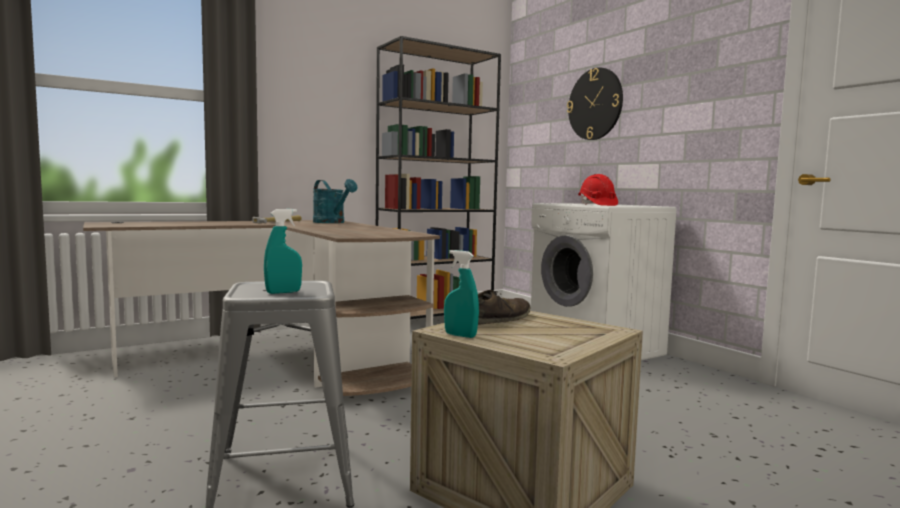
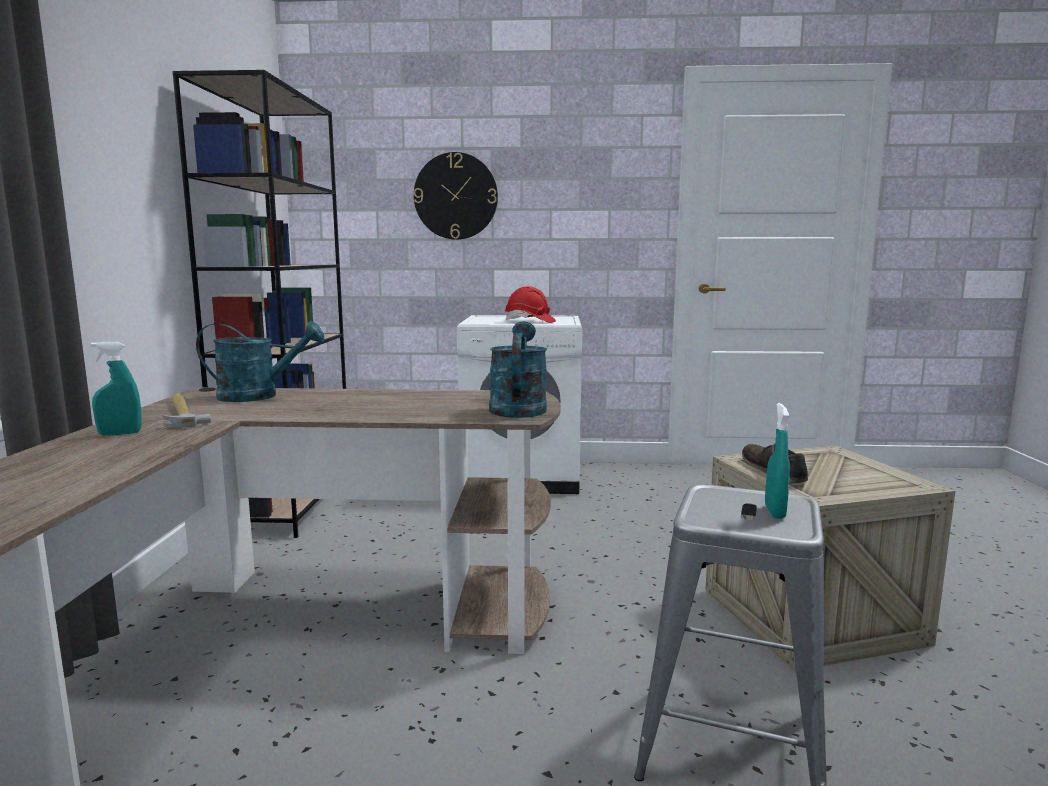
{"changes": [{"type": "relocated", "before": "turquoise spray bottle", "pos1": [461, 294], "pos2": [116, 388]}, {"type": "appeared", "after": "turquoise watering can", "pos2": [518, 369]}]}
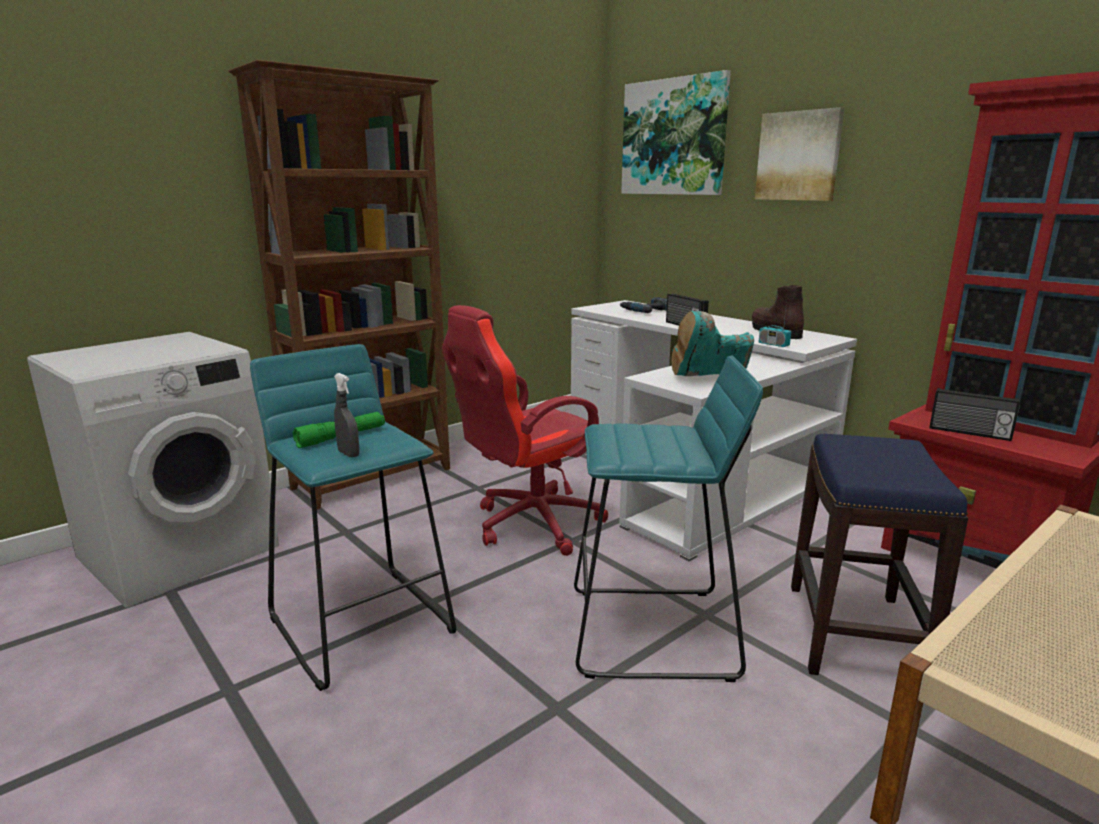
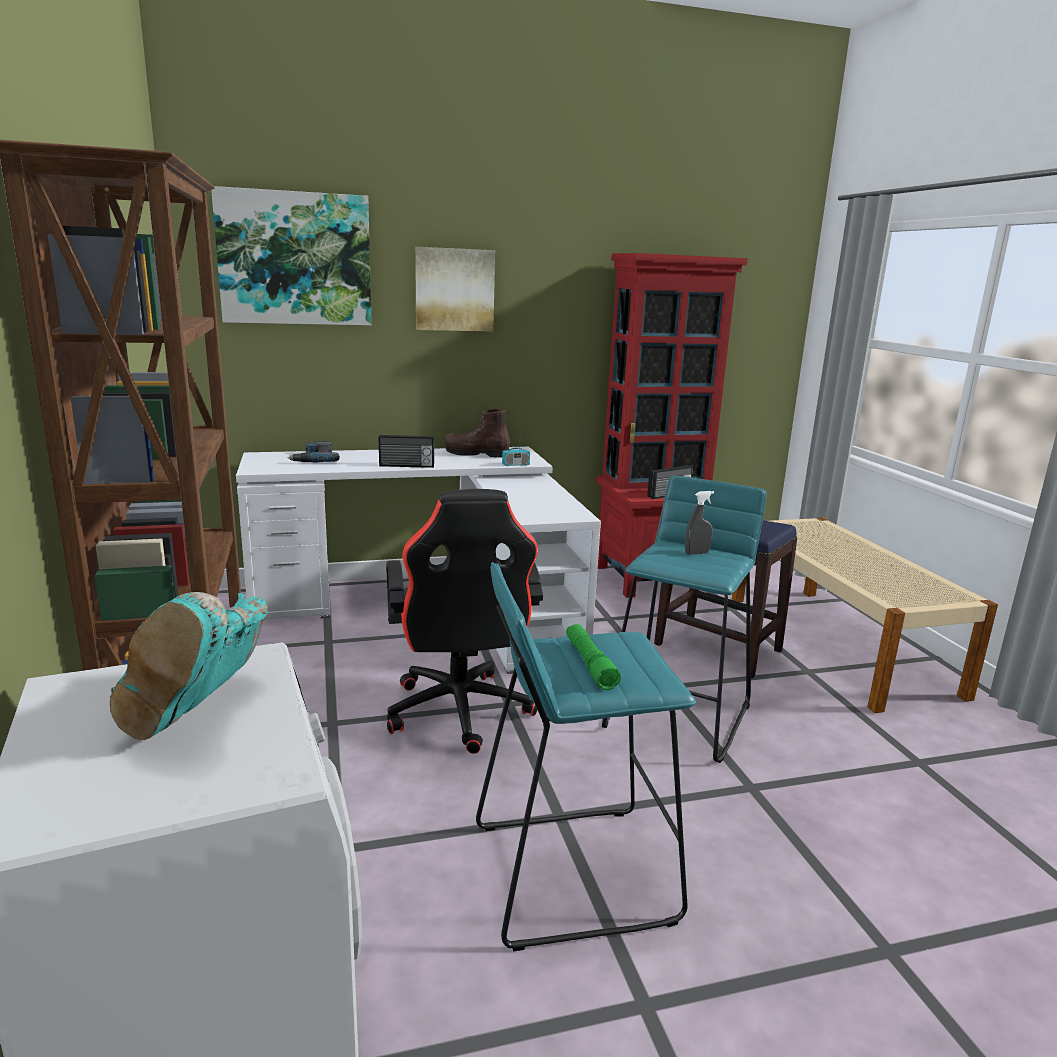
{"changes": [{"type": "relocated", "before": "grey spray bottle", "pos1": [346, 415], "pos2": [699, 523]}, {"type": "colour", "before": "red office chair", "after": "black office chair", "pos1": [525, 430], "pos2": [464, 621]}, {"type": "relocated", "before": "turquoise boot", "pos1": [712, 343], "pos2": [189, 666]}]}
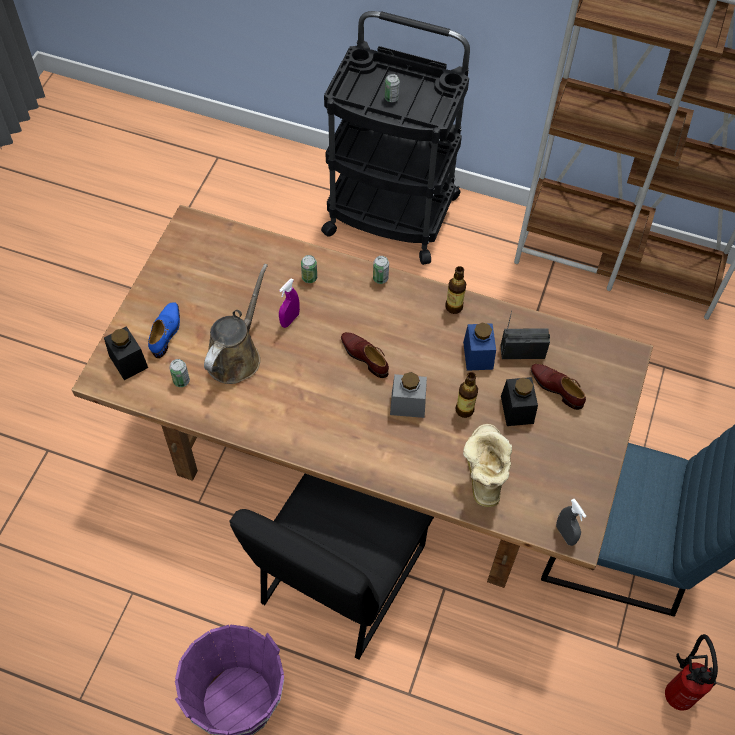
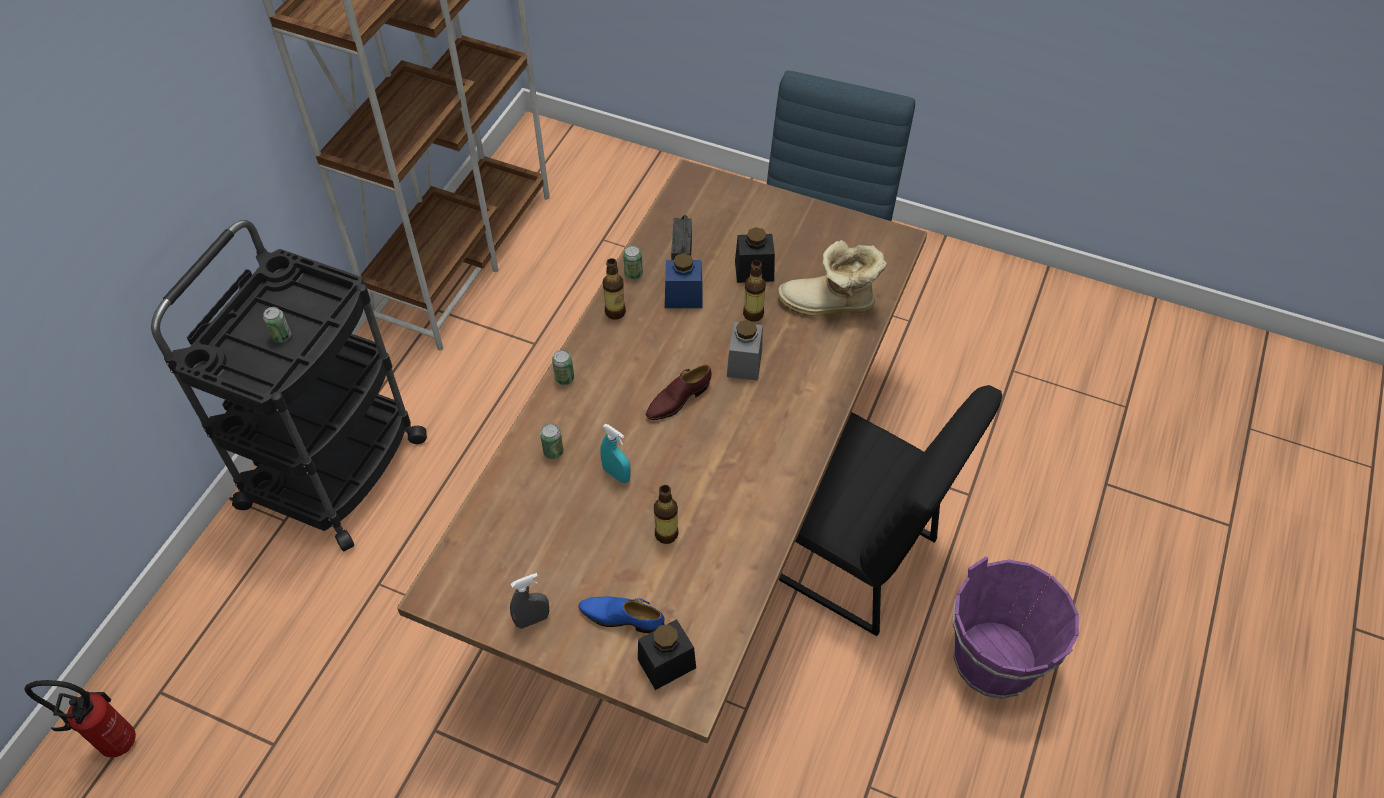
{"changes": [{"type": "relocated", "before": "can", "pos1": [179, 373], "pos2": [633, 262]}, {"type": "exchanged", "before": "brown watering can", "after": "bottle", "pos1": [236, 324], "pos2": [666, 514]}, {"type": "colour", "before": "purple spray bottle", "after": "turquoise spray bottle", "pos1": [289, 303], "pos2": [615, 453]}, {"type": "missing", "before": "brown shoe", "pos1": [558, 387]}, {"type": "relocated", "before": "grey spray bottle", "pos1": [571, 522], "pos2": [529, 601]}, {"type": "relocated", "before": "fire extinguisher", "pos1": [691, 672], "pos2": [80, 718]}]}
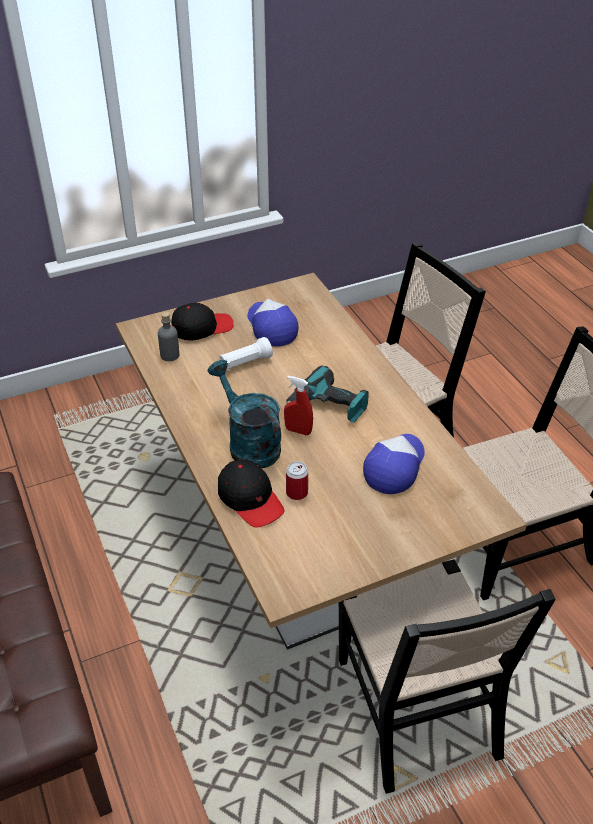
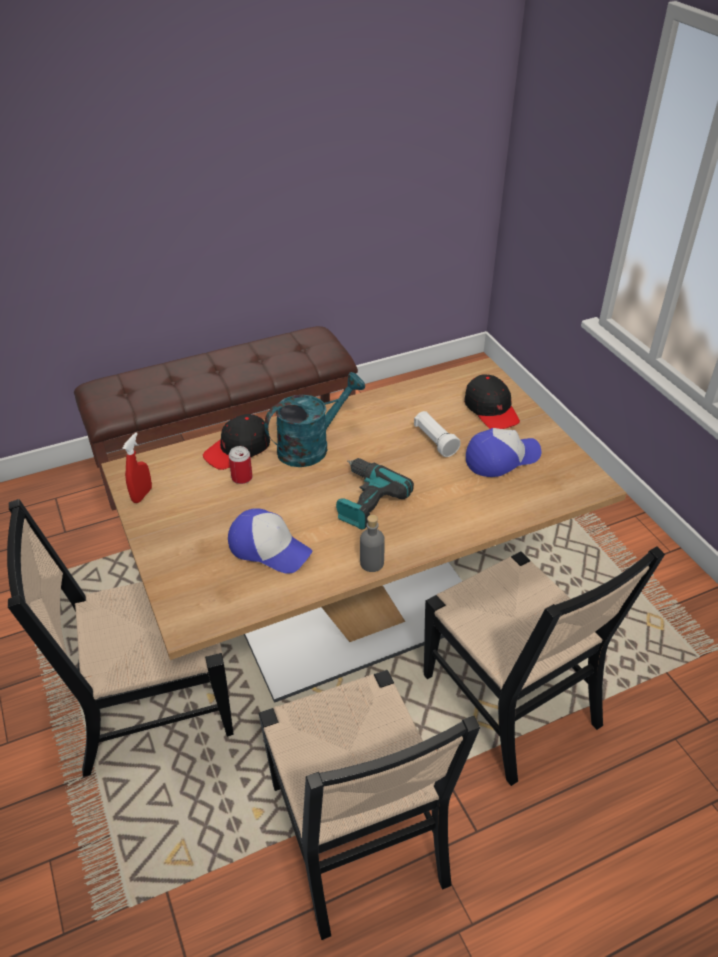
{"changes": [{"type": "relocated", "before": "grey bottle", "pos1": [168, 336], "pos2": [372, 543]}, {"type": "relocated", "before": "red spray bottle", "pos1": [298, 405], "pos2": [137, 468]}]}
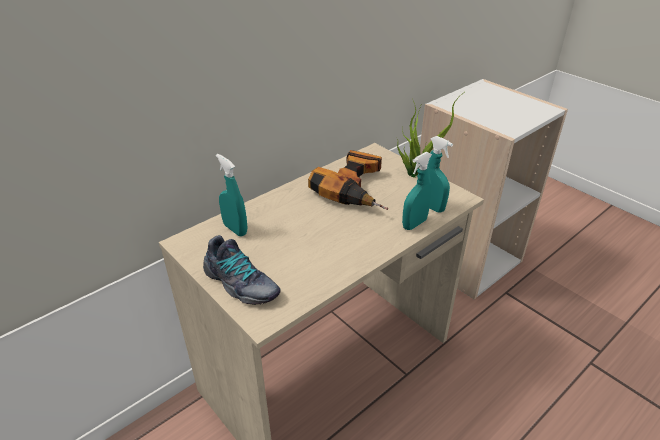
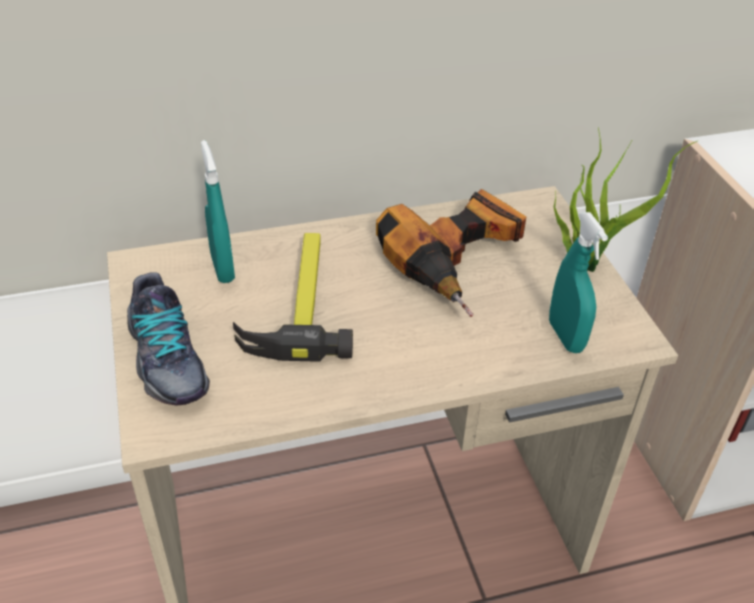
{"changes": [{"type": "missing", "before": "turquoise spray bottle", "pos1": [417, 191]}, {"type": "appeared", "after": "hammer", "pos2": [293, 297]}]}
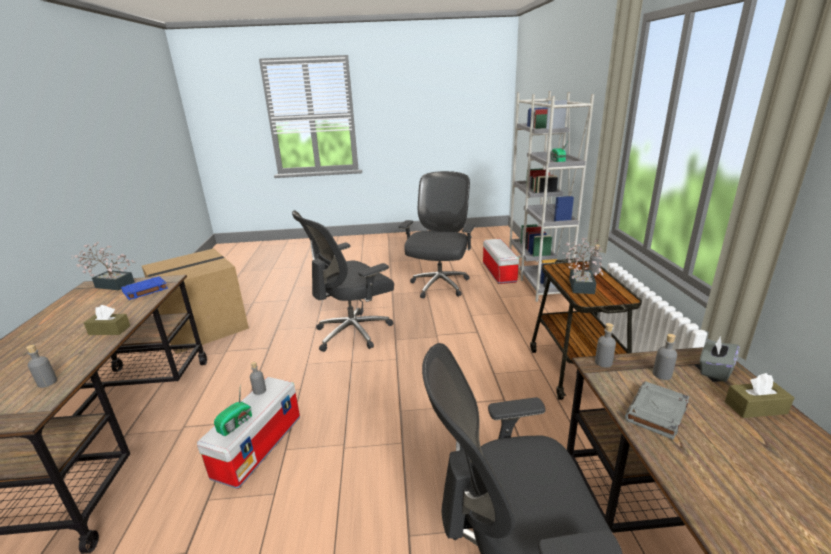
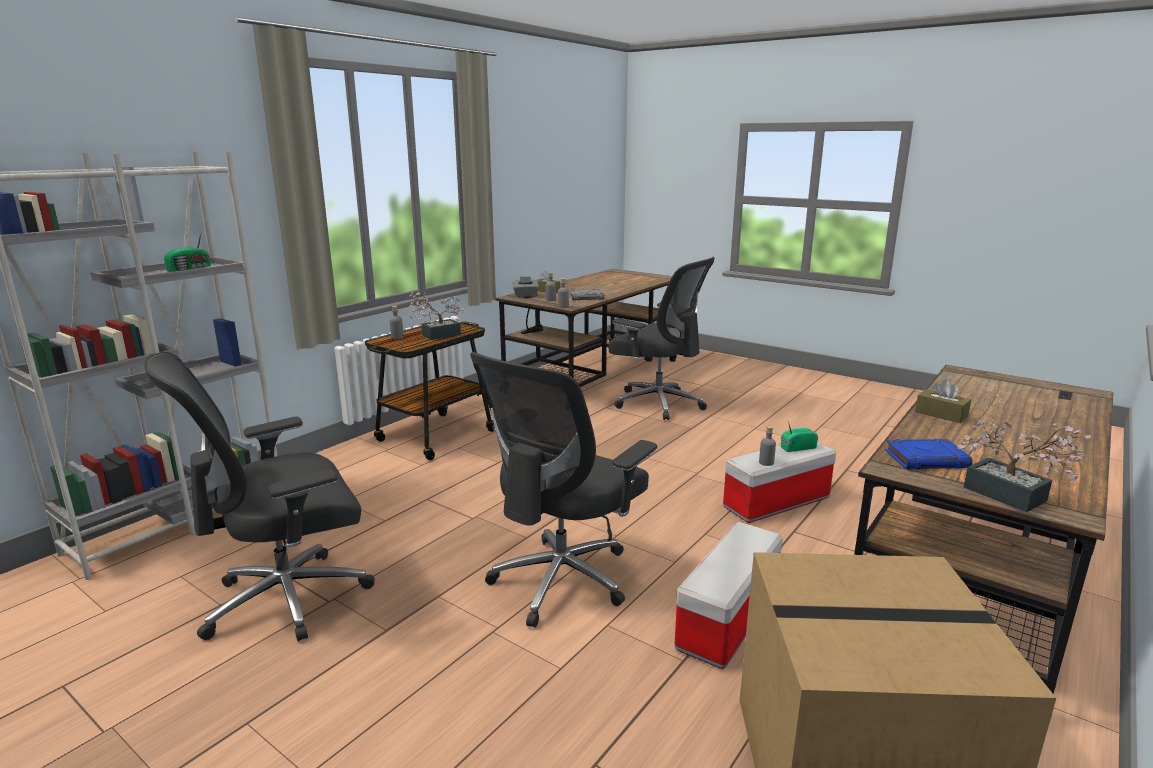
{"changes": [{"type": "missing", "before": "grey bottle", "pos1": [41, 366]}, {"type": "spun", "before": "office chair", "pos1": [343, 281], "pos2": [563, 489], "turn": 120}, {"type": "relocated", "before": "storage box", "pos1": [501, 261], "pos2": [728, 595]}]}
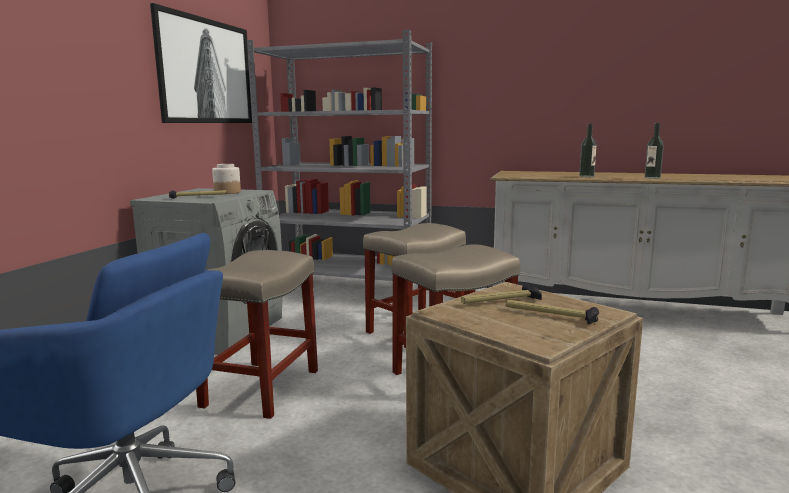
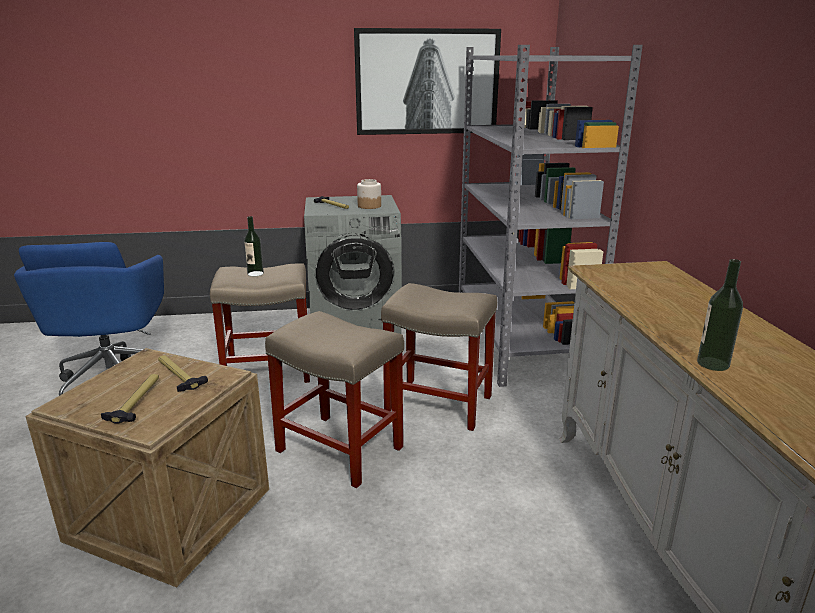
{"changes": [{"type": "relocated", "before": "bottle", "pos1": [587, 150], "pos2": [254, 246]}]}
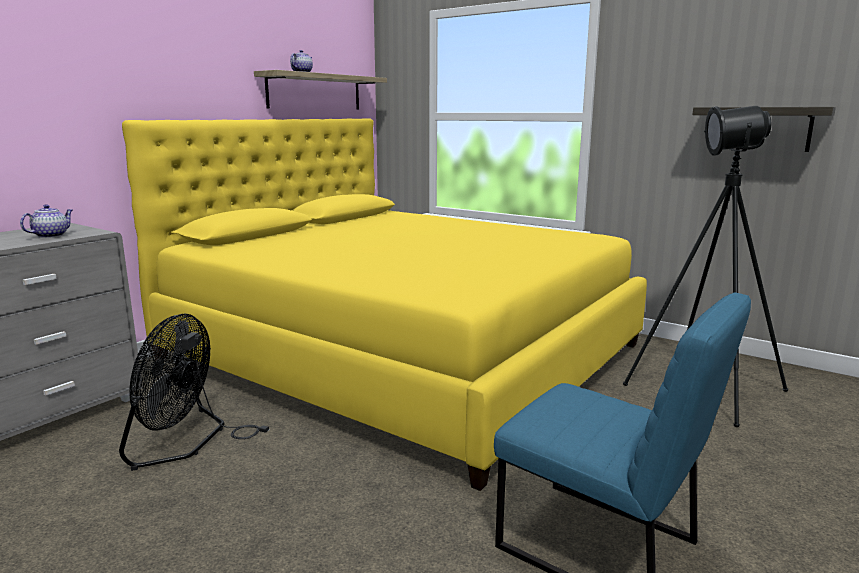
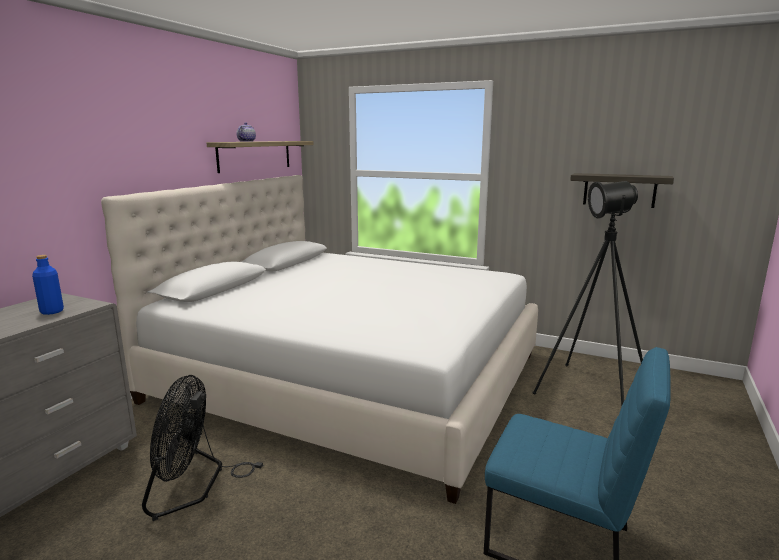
{"changes": [{"type": "exchanged", "before": "teapot", "after": "blue bottle", "pos1": [46, 221], "pos2": [48, 285]}, {"type": "colour", "before": "yellow bed", "after": "white bed", "pos1": [384, 304], "pos2": [319, 339]}]}
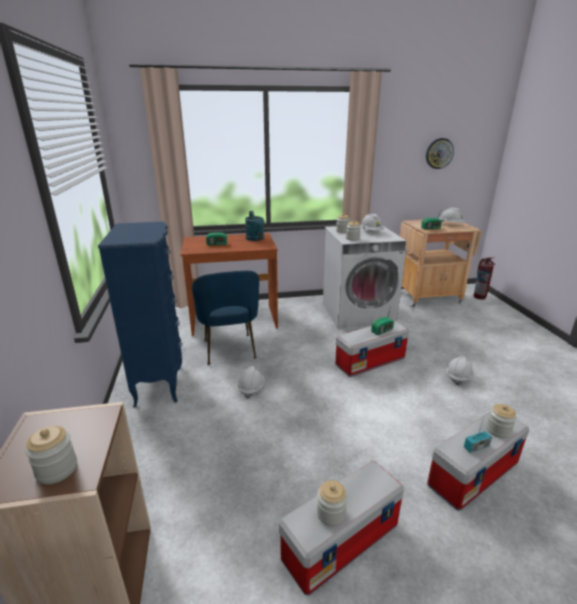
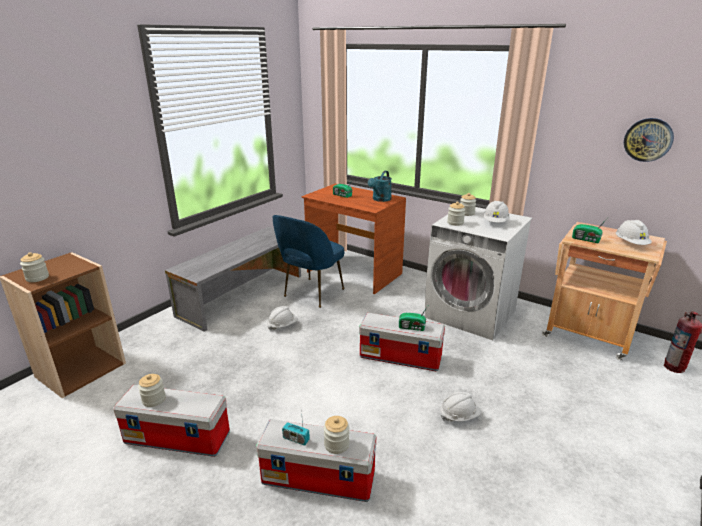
{"changes": [{"type": "exchanged", "before": "blue dresser", "after": "grey bench", "pos1": [140, 314], "pos2": [233, 279]}]}
